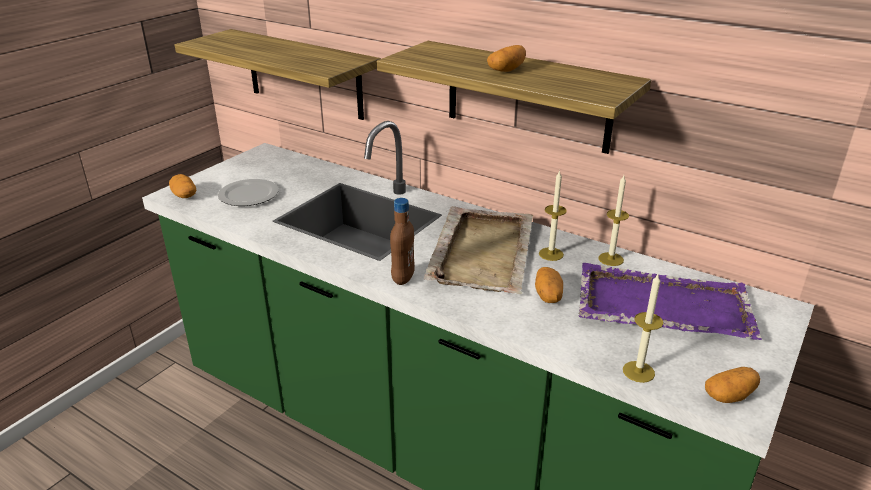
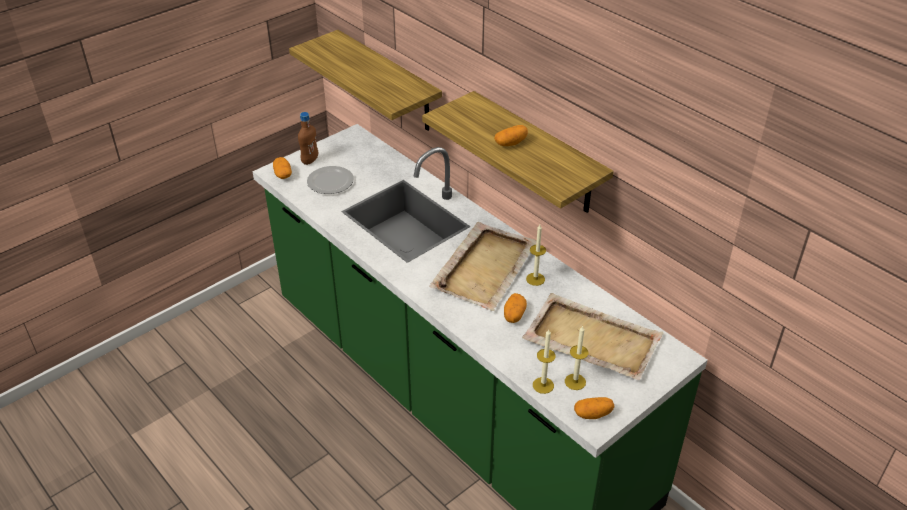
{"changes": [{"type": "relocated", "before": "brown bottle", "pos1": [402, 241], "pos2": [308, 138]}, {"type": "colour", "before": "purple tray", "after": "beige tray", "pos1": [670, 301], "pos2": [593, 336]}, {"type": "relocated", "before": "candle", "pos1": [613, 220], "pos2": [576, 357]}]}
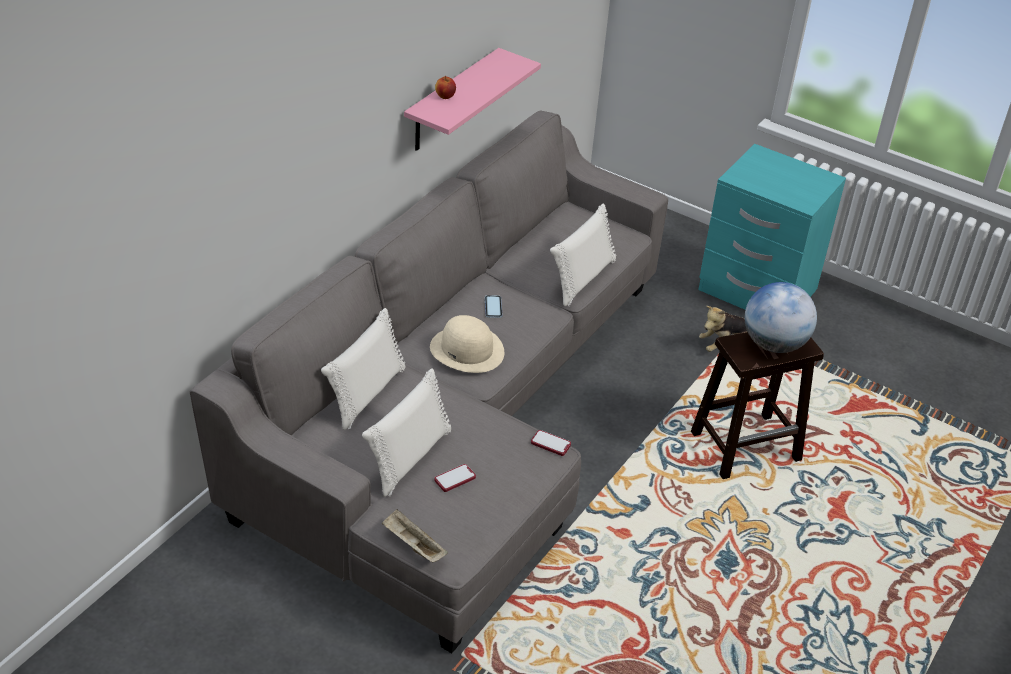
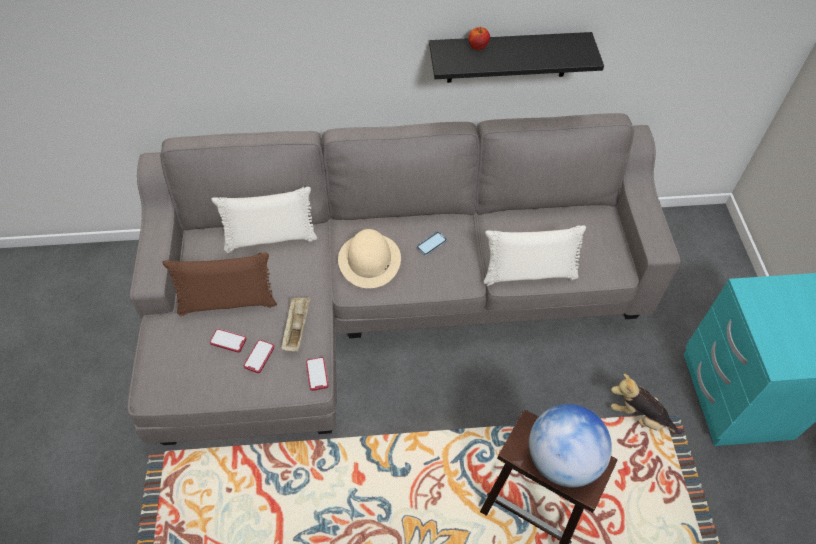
{"changes": [{"type": "colour", "before": "white pillow", "after": "brown pillow", "pos1": [406, 432], "pos2": [219, 285]}, {"type": "relocated", "before": "beige tray", "pos1": [415, 535], "pos2": [296, 324]}, {"type": "colour", "before": "pink shelf", "after": "black shelf", "pos1": [472, 99], "pos2": [516, 57]}, {"type": "appeared", "after": "phone", "pos2": [259, 356]}]}
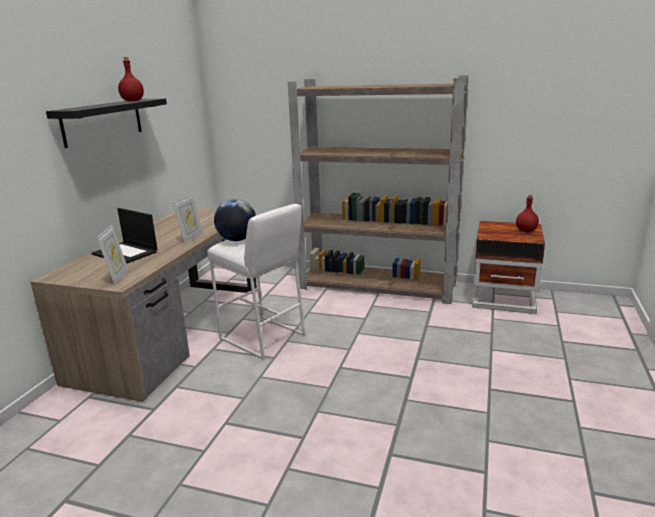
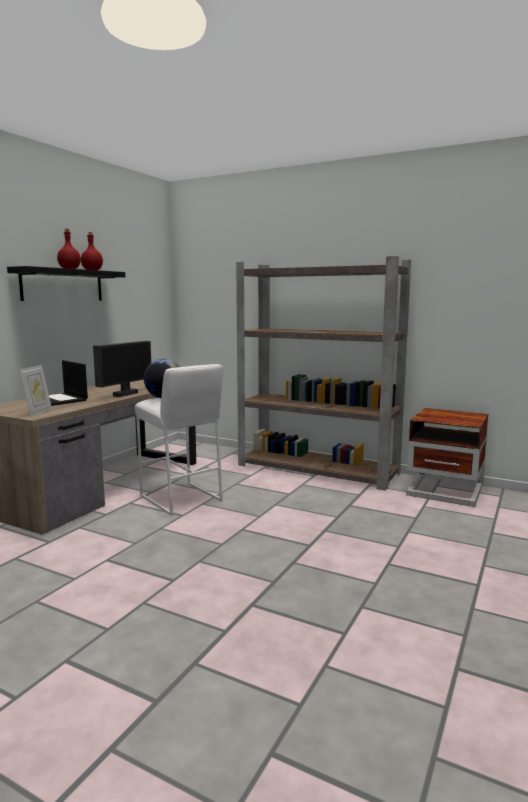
{"changes": [{"type": "exchanged", "before": "picture frame", "after": "monitor", "pos1": [188, 219], "pos2": [122, 369]}, {"type": "relocated", "before": "red bottle", "pos1": [527, 213], "pos2": [69, 249]}]}
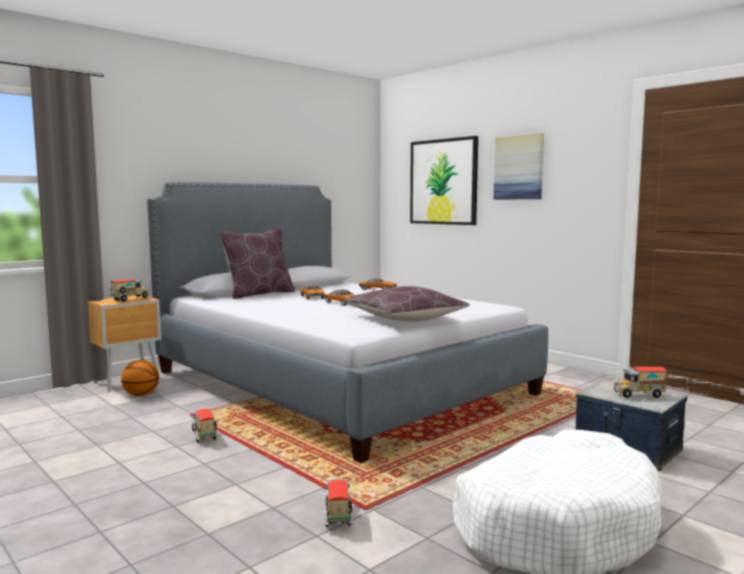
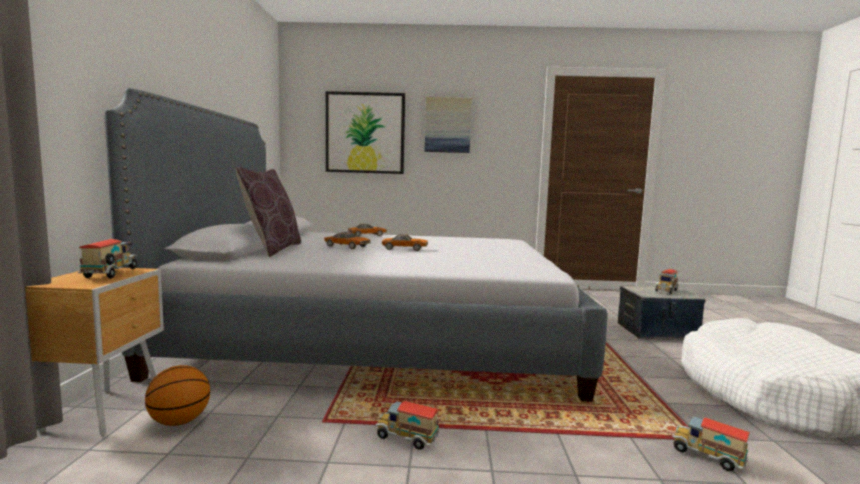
{"changes": [{"type": "missing", "before": "brown pillow", "pos1": [407, 304]}]}
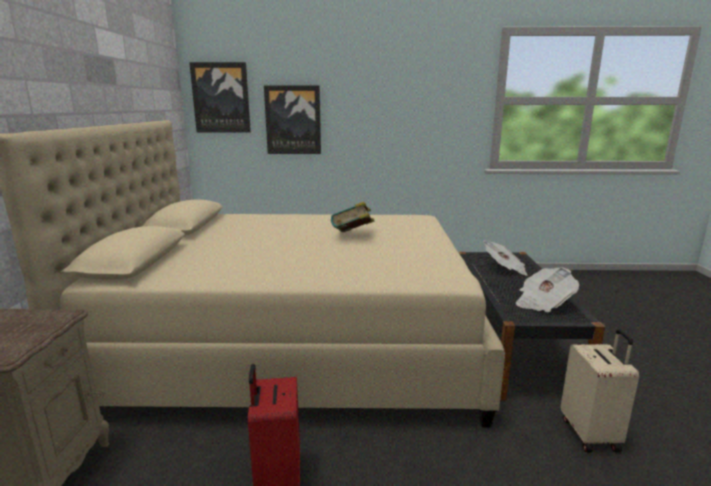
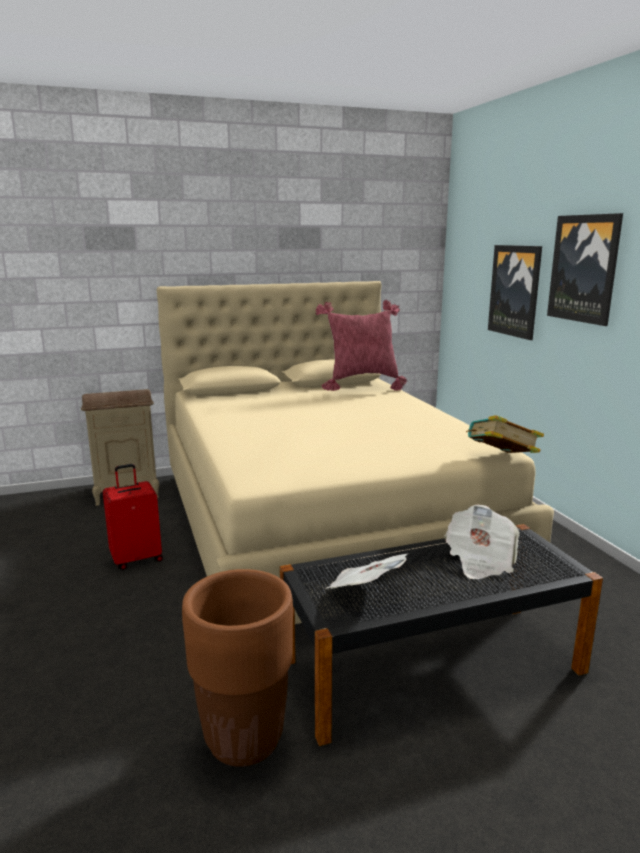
{"changes": [{"type": "relocated", "before": "picture", "pos1": [220, 97], "pos2": [585, 269]}, {"type": "relocated", "before": "book", "pos1": [353, 216], "pos2": [505, 434]}, {"type": "exchanged", "before": "beige suitcase", "after": "brown planter", "pos1": [600, 391], "pos2": [237, 668]}, {"type": "appeared", "after": "red pillow", "pos2": [361, 345]}]}
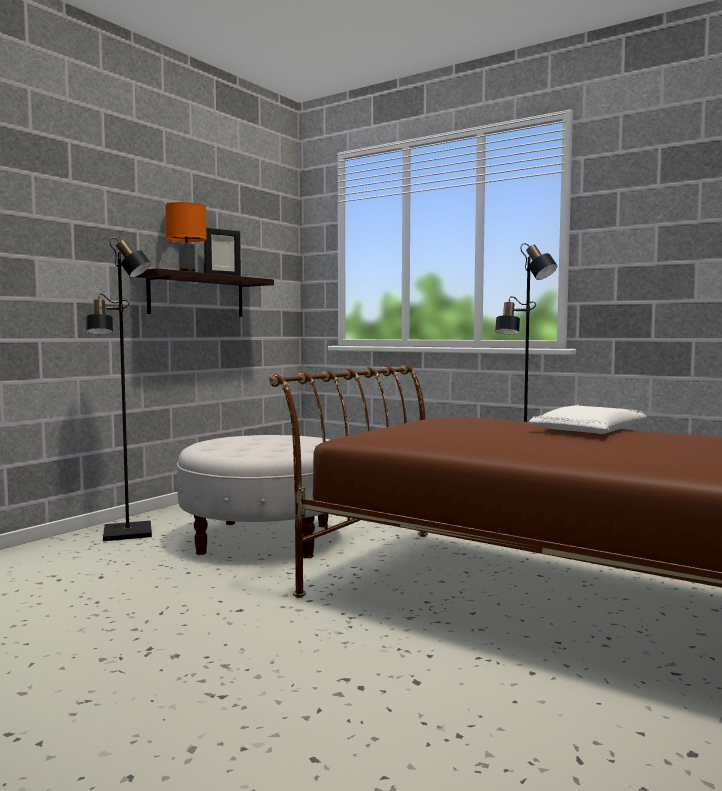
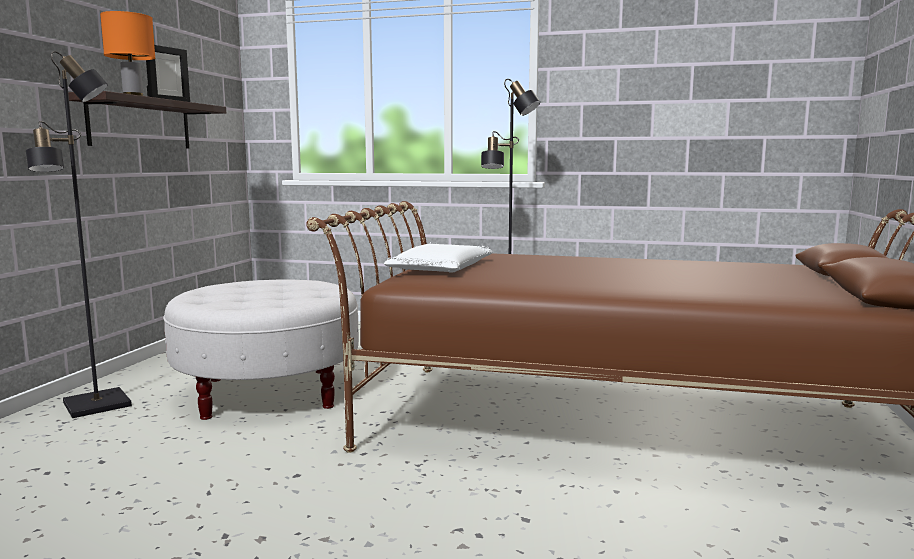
{"changes": [{"type": "relocated", "before": "white pillow", "pos1": [587, 419], "pos2": [438, 257]}]}
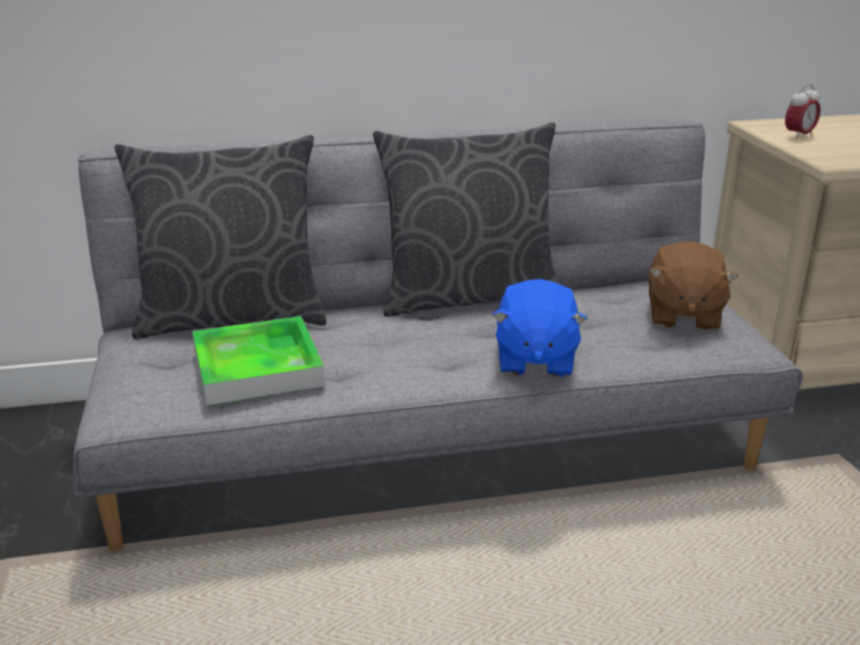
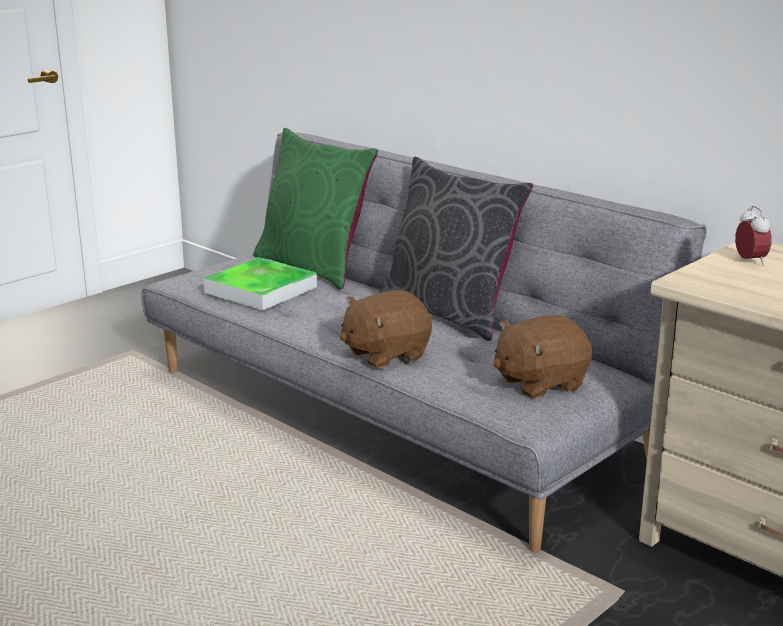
{"changes": [{"type": "colour", "before": "grey pillow", "after": "green pillow", "pos1": [221, 237], "pos2": [315, 208]}, {"type": "colour", "before": "blue plush toy", "after": "brown plush toy", "pos1": [540, 328], "pos2": [386, 329]}, {"type": "spun", "before": "alarm clock", "pos1": [803, 112], "pos2": [753, 236], "turn": -120}]}
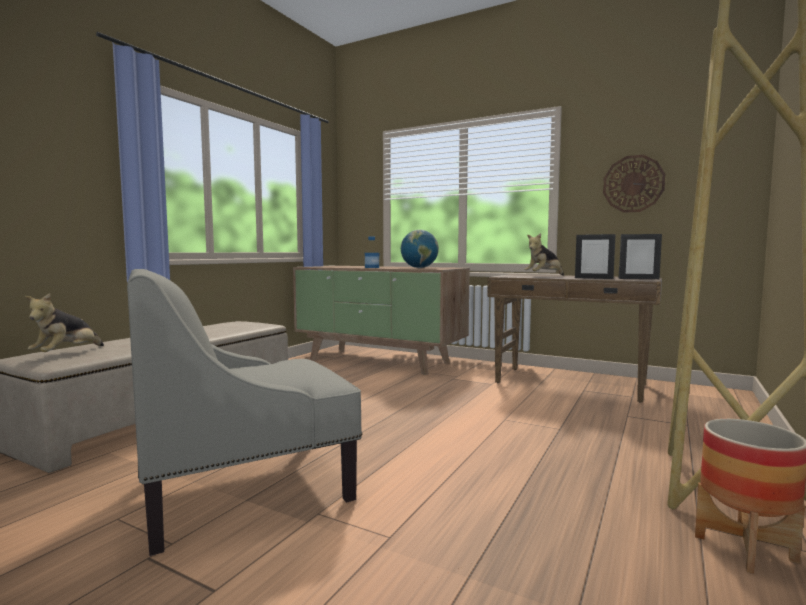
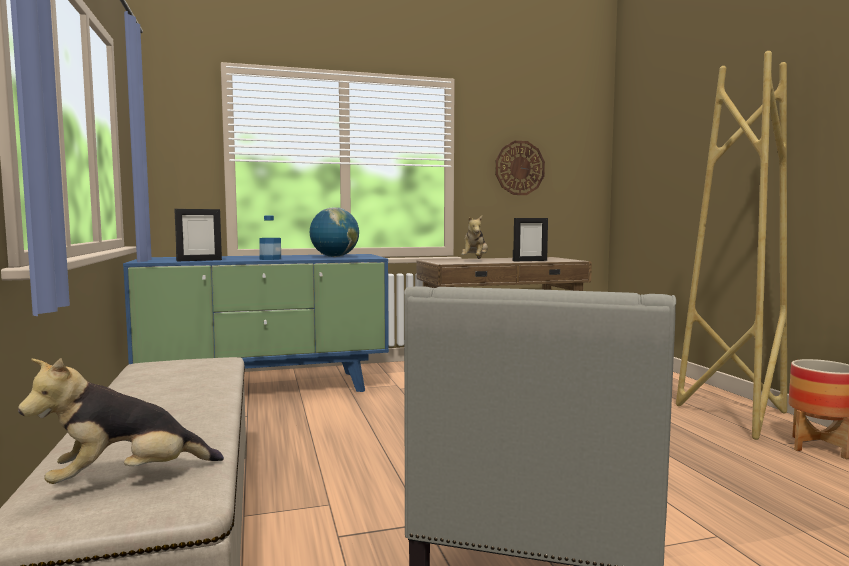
{"changes": [{"type": "spun", "before": "plush toy", "pos1": [64, 322], "pos2": [121, 421], "turn": 90}, {"type": "colour", "before": "green dresser", "after": "blue dresser", "pos1": [381, 320], "pos2": [256, 323]}, {"type": "relocated", "before": "picture frame", "pos1": [640, 256], "pos2": [198, 235]}]}
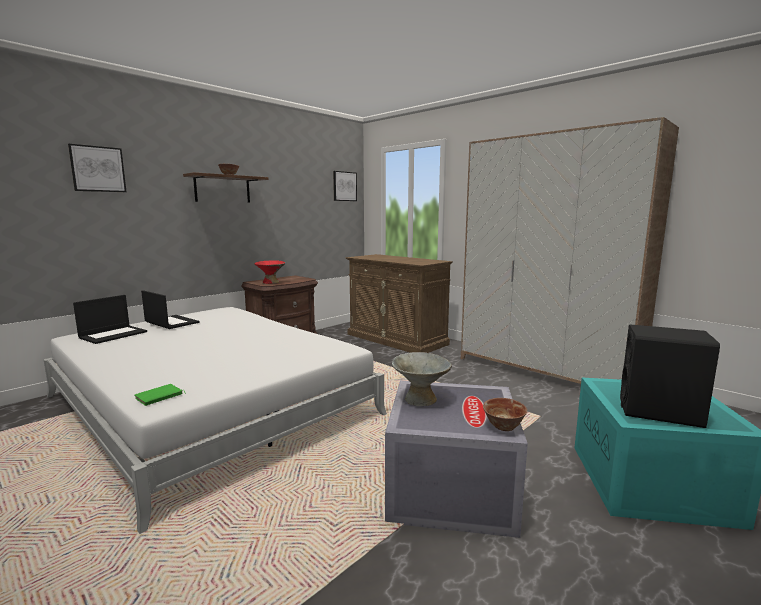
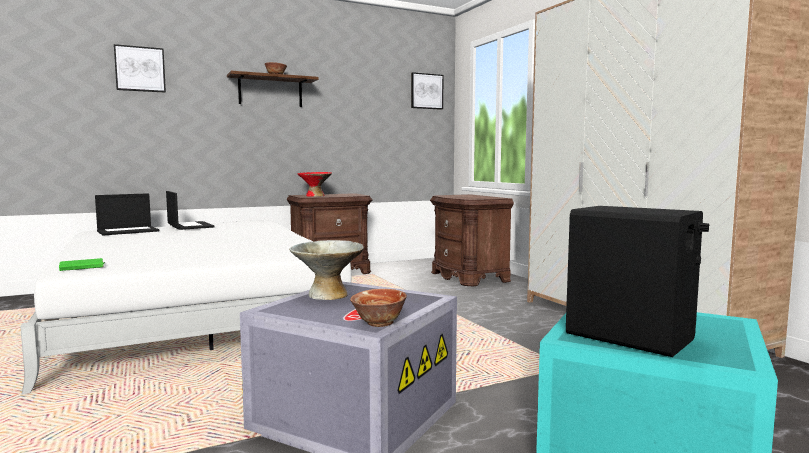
{"changes": [{"type": "exchanged", "before": "brown dresser", "after": "brown nightstand", "pos1": [399, 303], "pos2": [472, 240]}]}
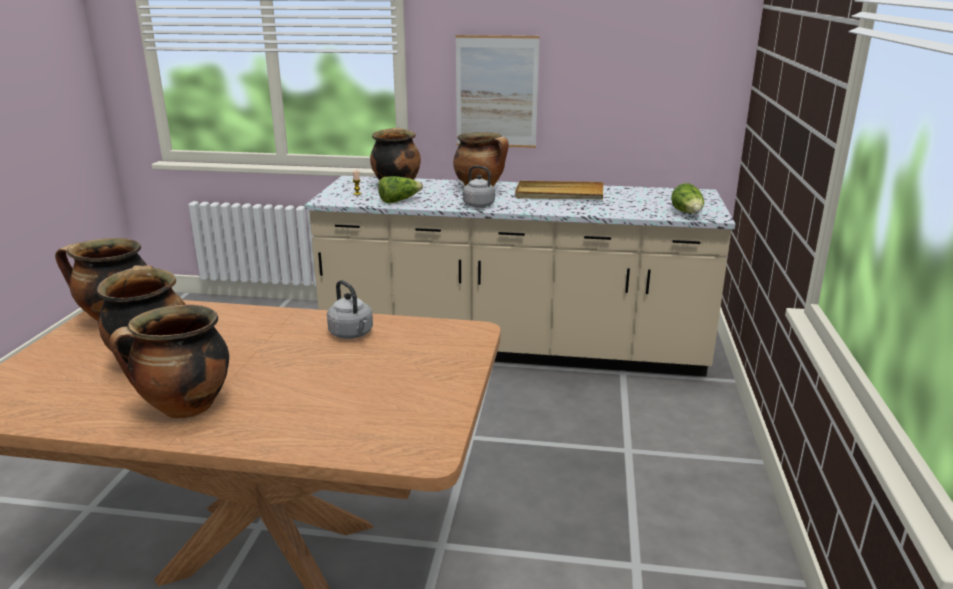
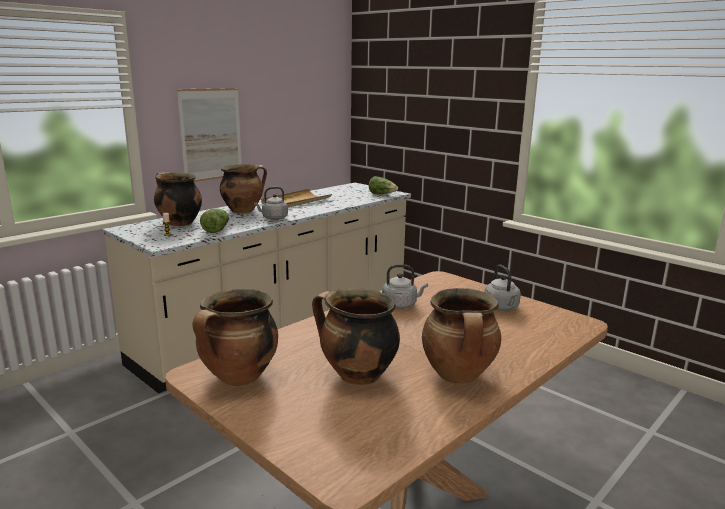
{"changes": [{"type": "appeared", "after": "grey kettle", "pos2": [502, 287]}]}
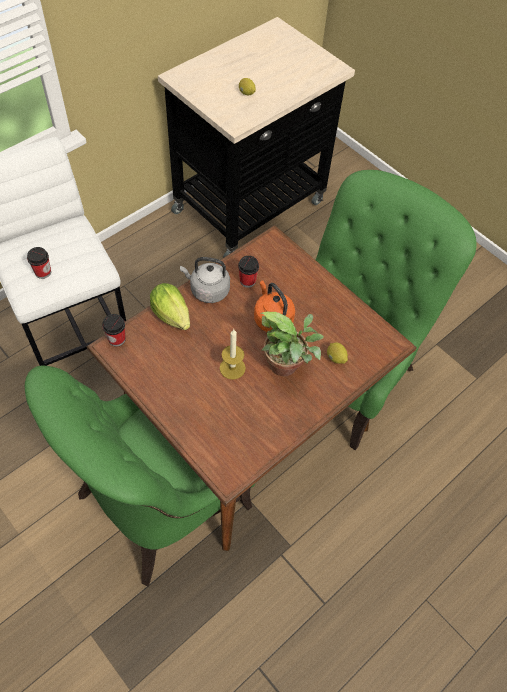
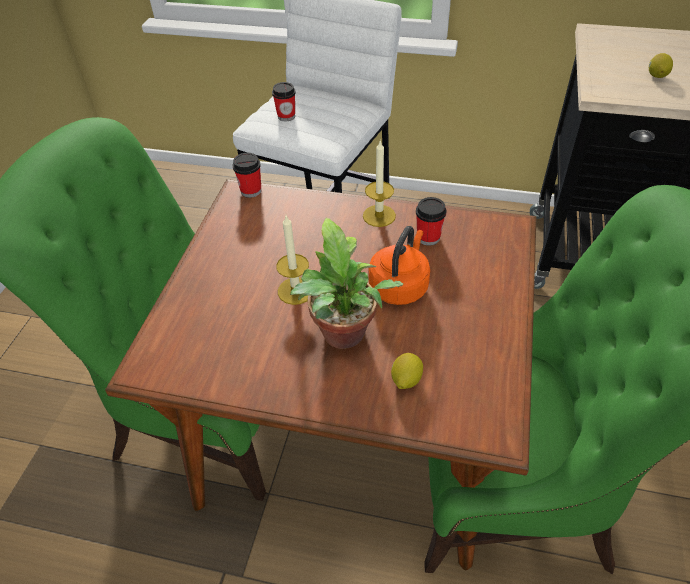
{"changes": [{"type": "missing", "before": "lettuce", "pos1": [170, 306]}, {"type": "exchanged", "before": "grey kettle", "after": "candle", "pos1": [205, 280], "pos2": [379, 184]}]}
